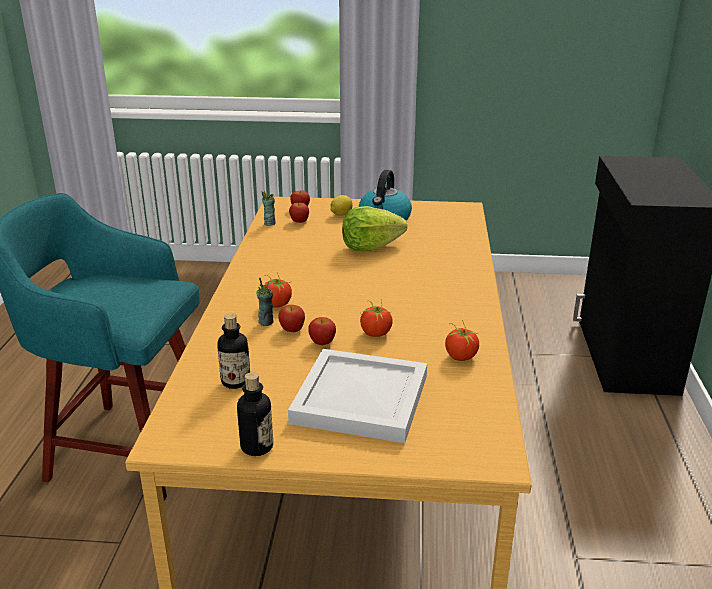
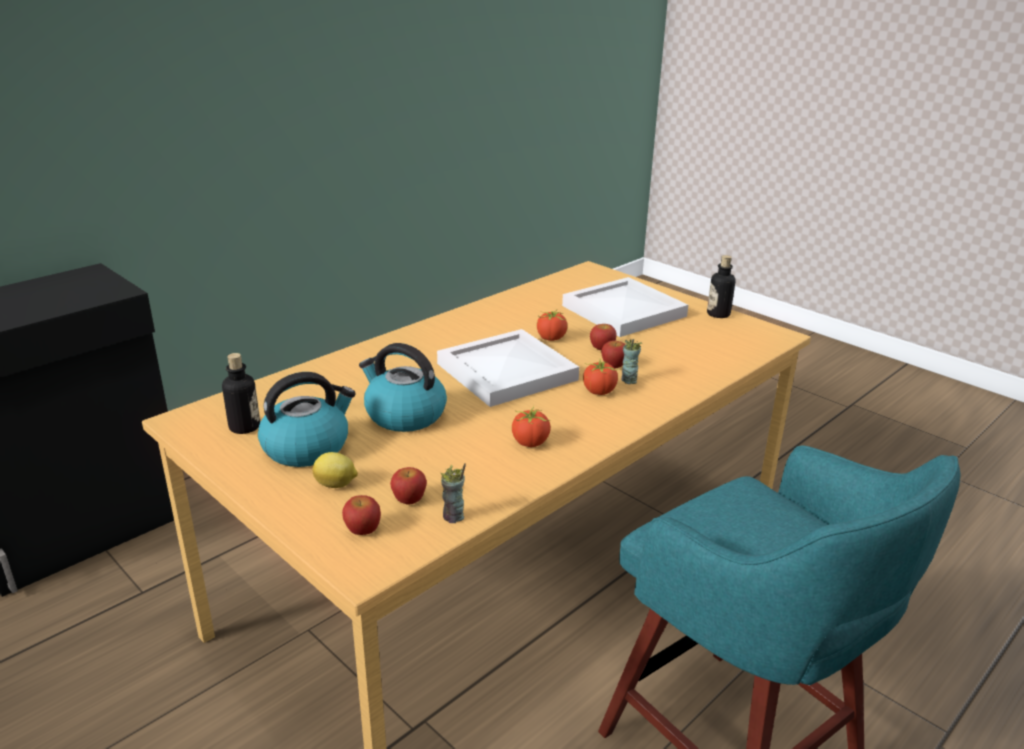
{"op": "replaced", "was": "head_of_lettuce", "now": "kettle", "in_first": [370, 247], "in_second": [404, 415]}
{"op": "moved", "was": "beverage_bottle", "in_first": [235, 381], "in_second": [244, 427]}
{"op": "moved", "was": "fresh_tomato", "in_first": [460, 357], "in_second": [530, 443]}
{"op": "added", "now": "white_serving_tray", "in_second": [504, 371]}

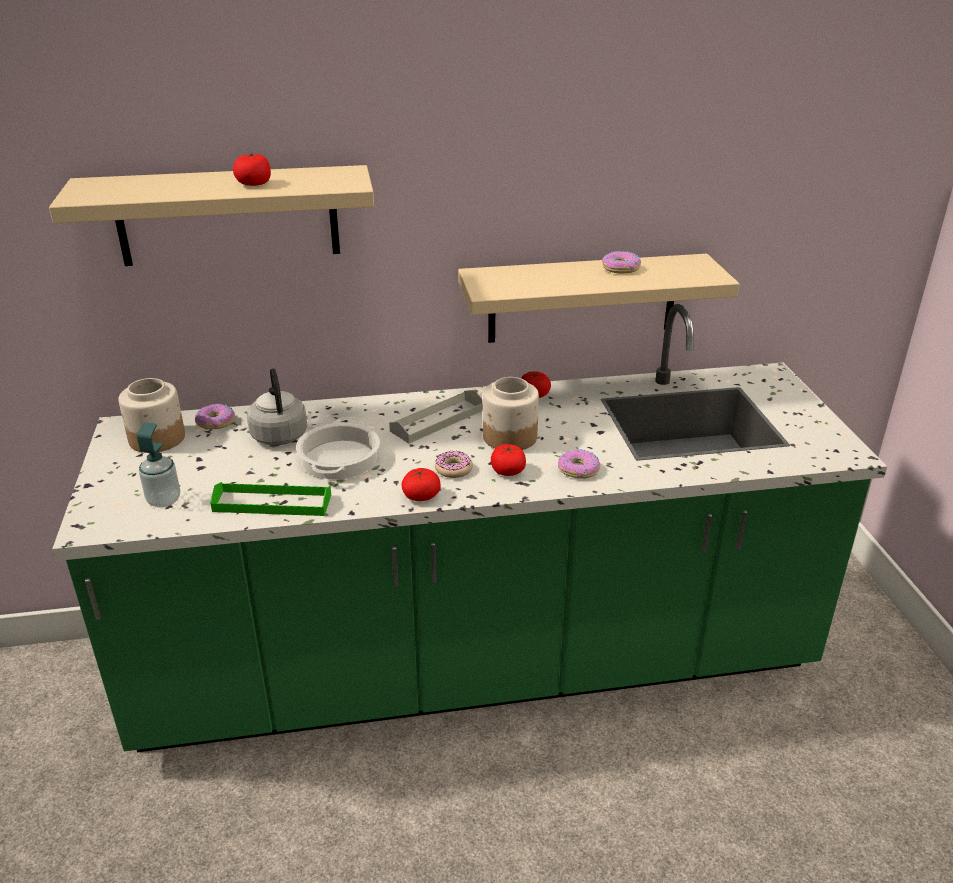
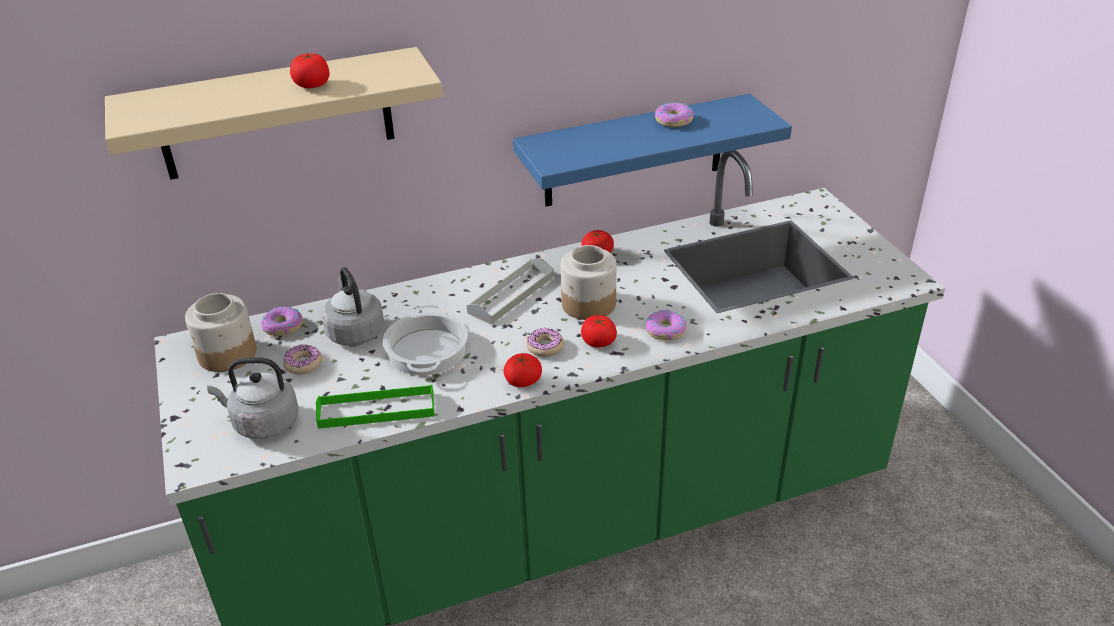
{"op": "recoloured", "was": "sand-coloured_shelf", "now": "blue-coloured_shelf", "in_first": [582, 298], "in_second": [634, 151]}
{"op": "replaced", "was": "soap_bottle", "now": "greyish_kettle", "in_first": [164, 500], "in_second": [263, 423]}
{"op": "added", "now": "donut", "in_second": [303, 364]}

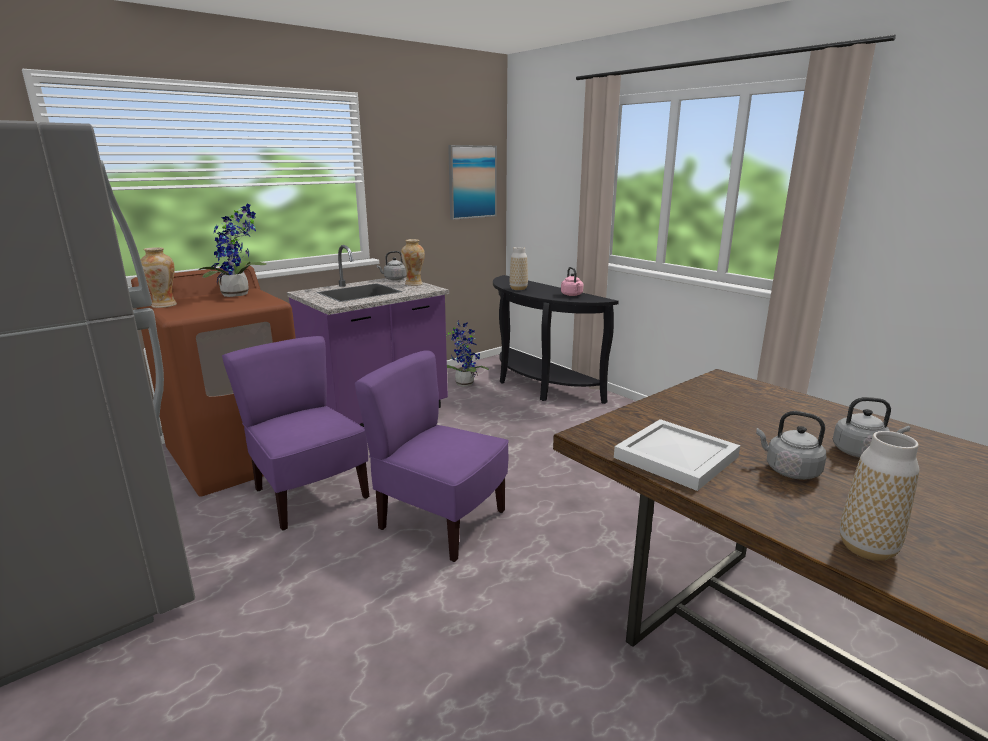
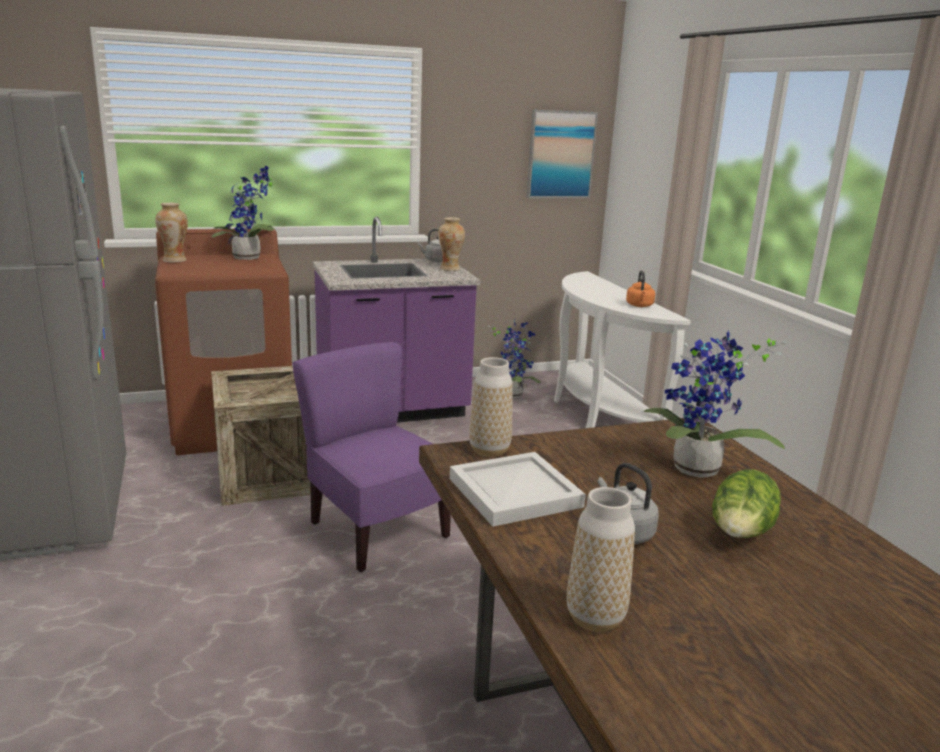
{"op": "moved", "was": "flower_vase", "in_first": [518, 289], "in_second": [489, 450]}
{"op": "recoloured", "was": "pink-coloured_kettle", "now": "orange-coloured_kettle", "in_first": [572, 295], "in_second": [639, 306]}
{"op": "recoloured", "was": "black_hall_table", "now": "white_hall_table", "in_first": [537, 386], "in_second": [596, 412]}
{"op": "replaced", "was": "purple-coloured_chair", "now": "crate", "in_first": [309, 495], "in_second": [270, 475]}
{"op": "replaced", "was": "greyish_kettle", "now": "head_of_lettuce", "in_first": [861, 452], "in_second": [740, 535]}
{"op": "added", "now": "plant_in_a_pot", "in_second": [695, 472]}

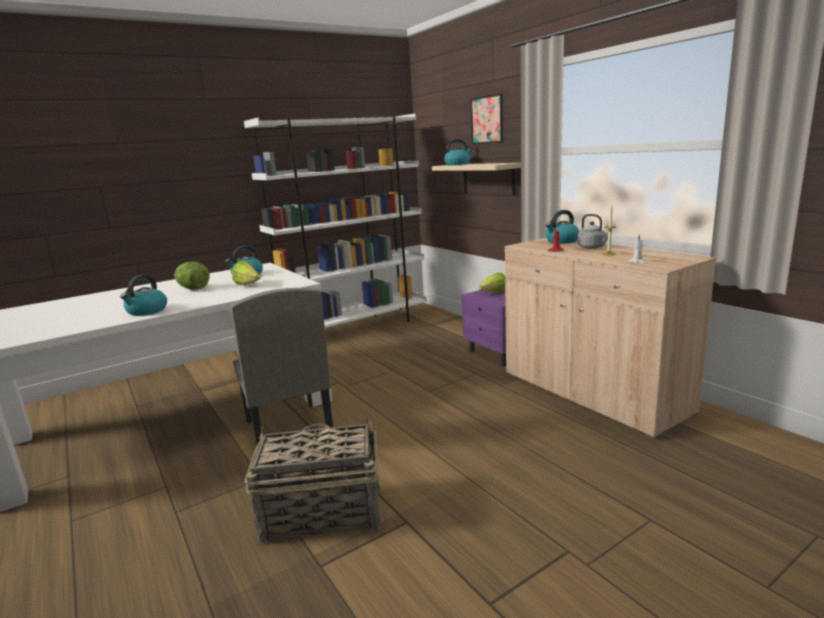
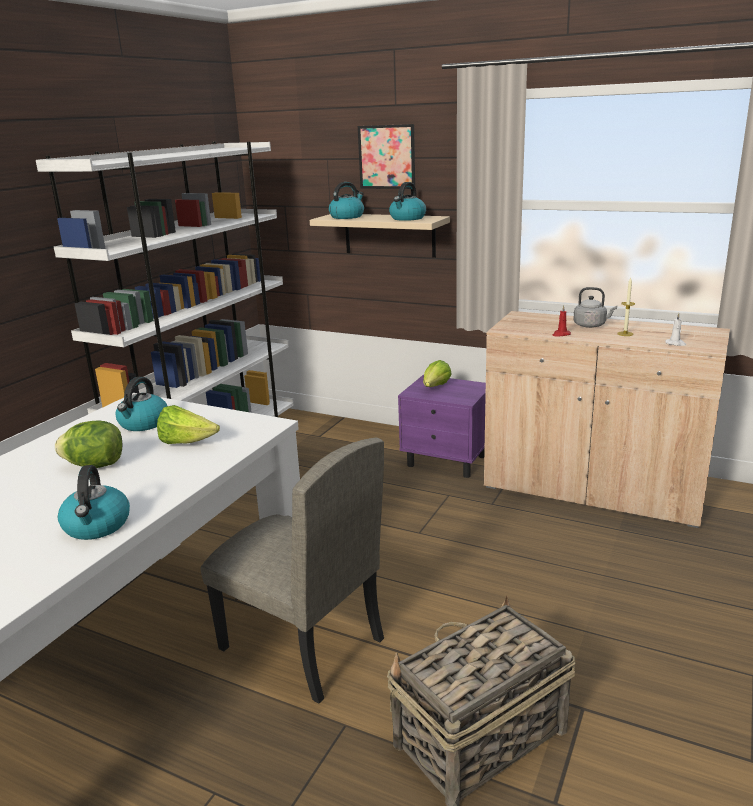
{"op": "moved", "was": "kettle", "in_first": [561, 241], "in_second": [407, 218]}

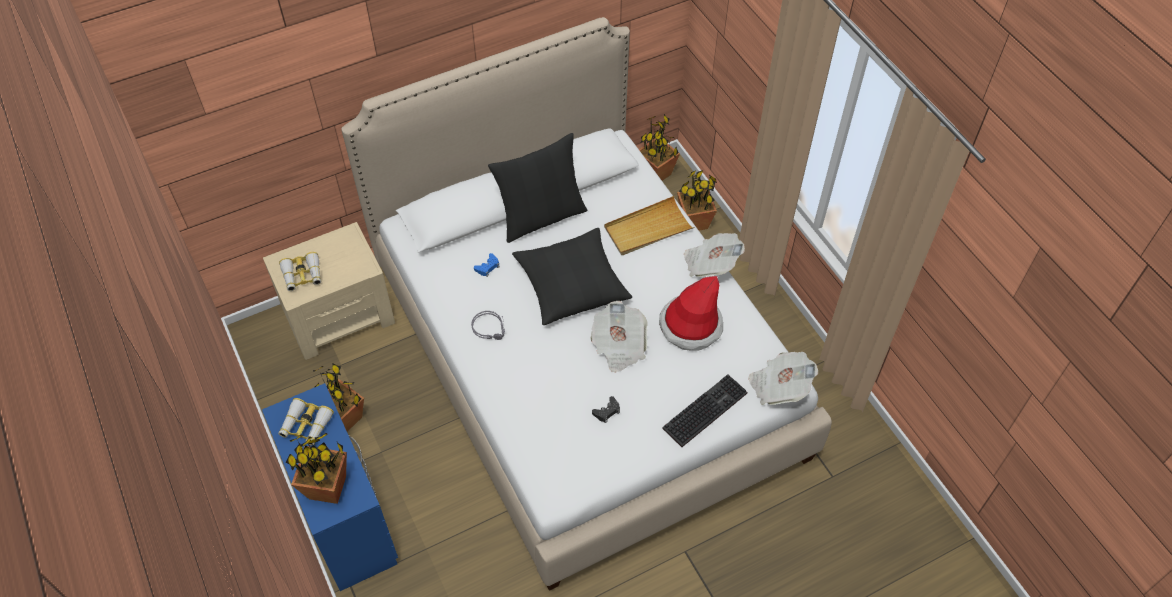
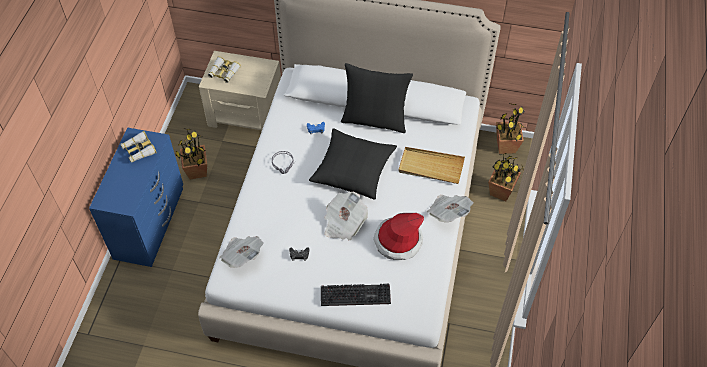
{"op": "moved", "was": "daily_paper", "in_first": [779, 386], "in_second": [242, 256]}
{"op": "removed", "was": "plant_in_a_pot", "in_first": [327, 487]}

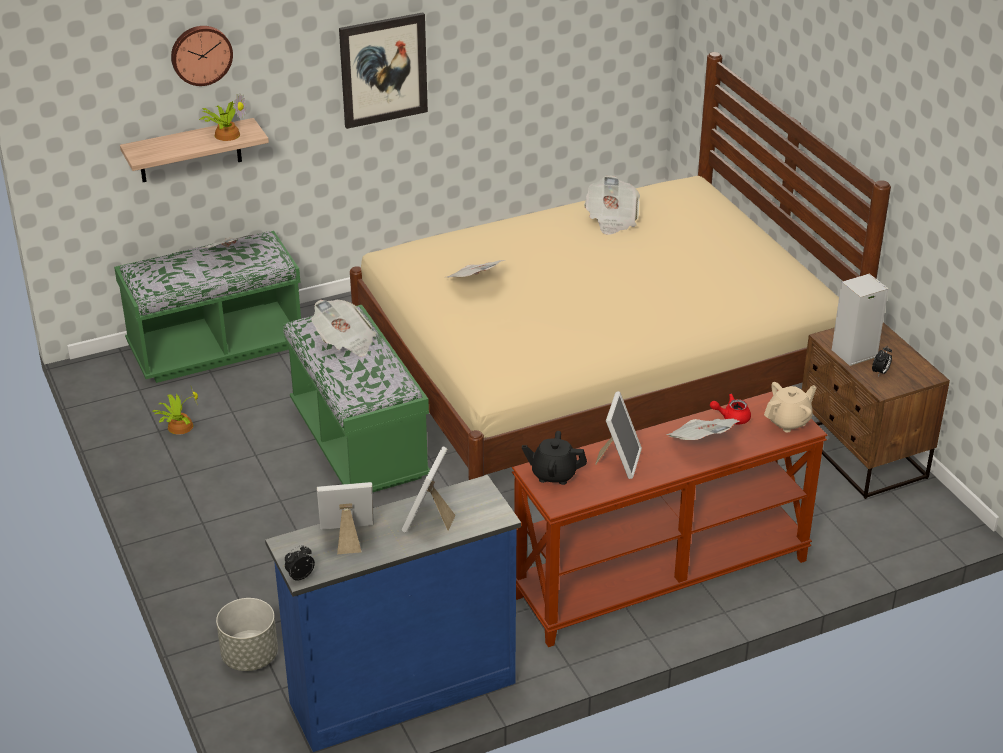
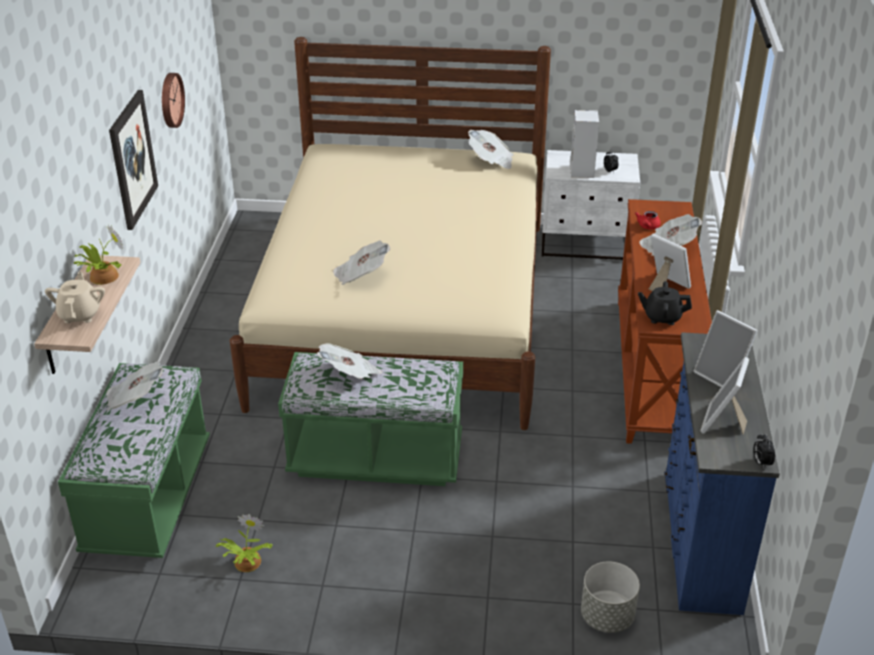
{"op": "moved", "was": "hanging_clock", "in_first": [201, 54], "in_second": [170, 100]}
{"op": "moved", "was": "daily_paper", "in_first": [611, 219], "in_second": [491, 161]}
{"op": "recoloured", "was": "brownish_nightstand", "now": "white_nightstand", "in_first": [861, 455], "in_second": [586, 244]}
{"op": "moved", "was": "sand-coloured_pot_for_tea", "in_first": [788, 421], "in_second": [80, 314]}
{"op": "turned", "was": "black_pot_for_tea", "in_first": [553, 474], "in_second": [662, 317], "clockwise": 60}

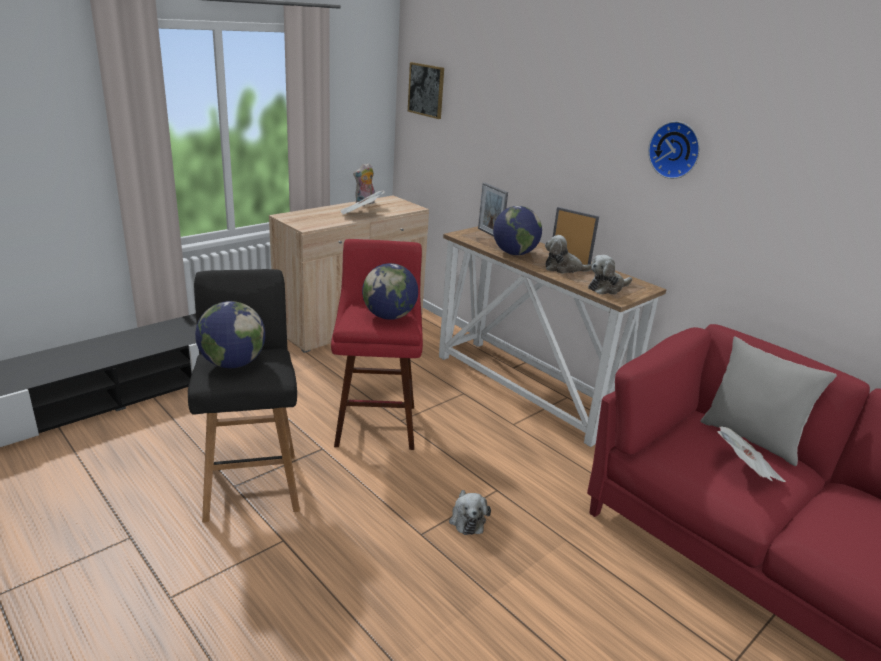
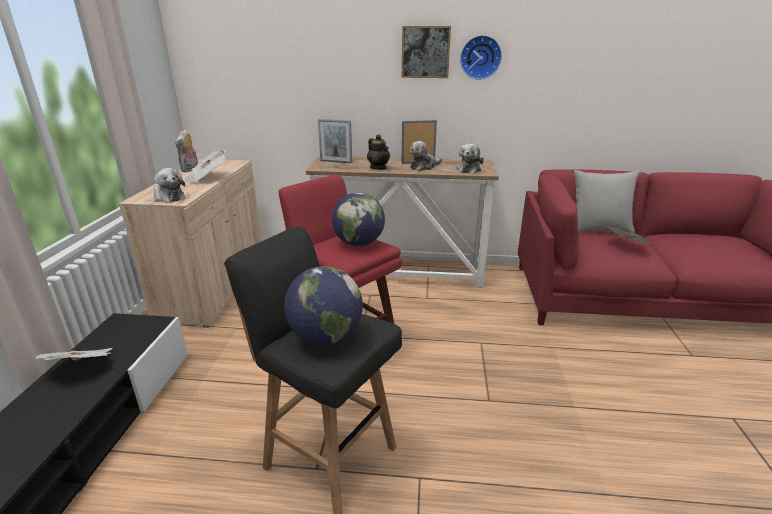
{"op": "moved", "was": "wall_picture", "in_first": [426, 90], "in_second": [425, 52]}
{"op": "replaced", "was": "globe", "now": "pot_for_tea", "in_first": [514, 253], "in_second": [378, 168]}
{"op": "moved", "was": "cuddly_toy", "in_first": [467, 519], "in_second": [168, 197]}
{"op": "added", "now": "daily_paper", "in_second": [83, 367]}

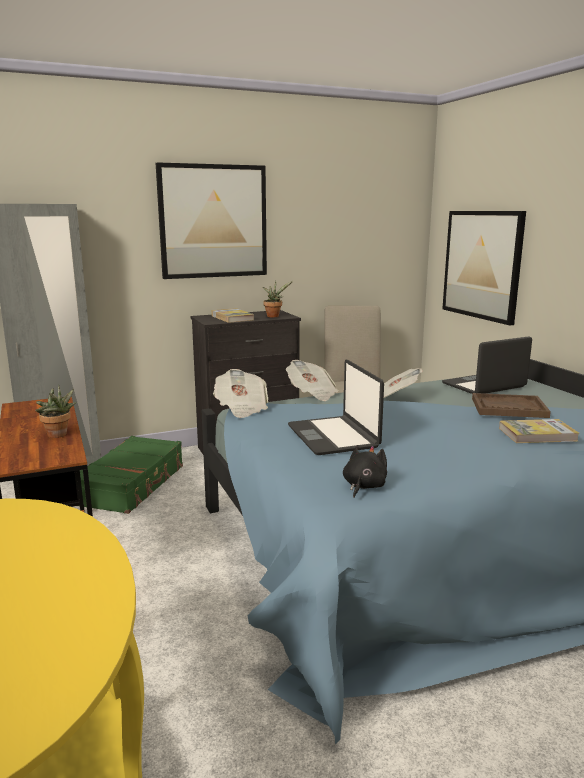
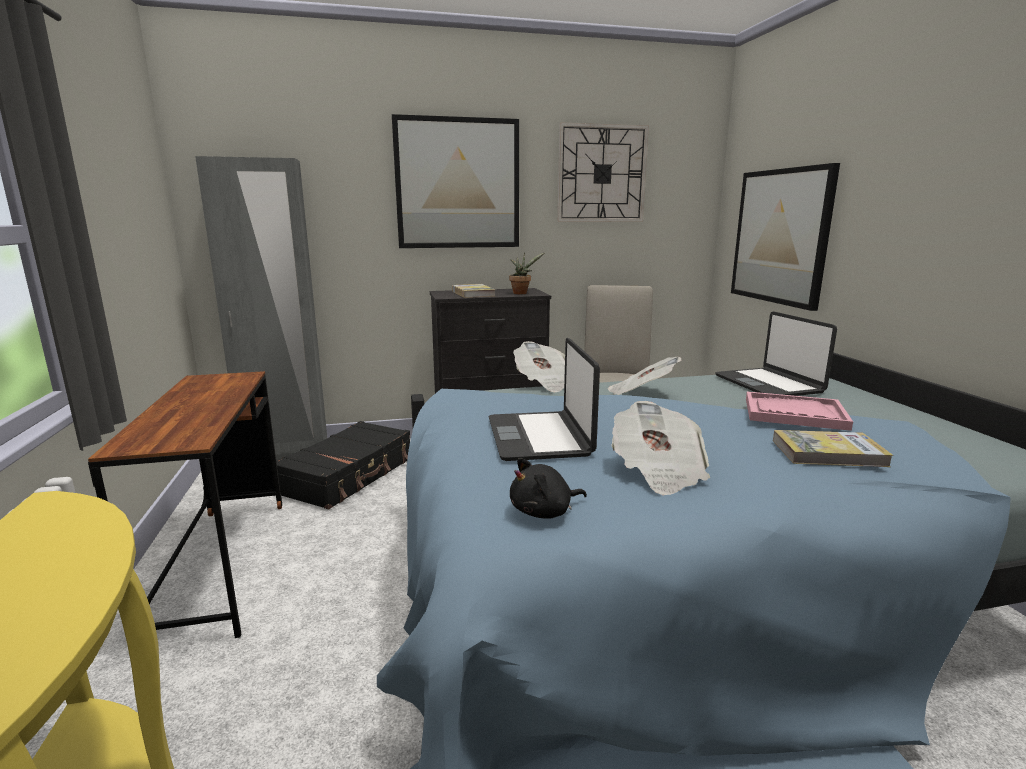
{"op": "turned", "was": "portable_computer", "in_first": [484, 386], "in_second": [769, 384], "clockwise": -90}
{"op": "moved", "was": "daily_paper", "in_first": [241, 408], "in_second": [658, 471]}
{"op": "removed", "was": "plant_in_a_pot", "in_first": [58, 435]}
{"op": "recoloured", "was": "brownish_serving_tray", "now": "pink-coloured_serving_tray", "in_first": [508, 408], "in_second": [794, 413]}
{"op": "recoloured", "was": "greenish_suitcase", "now": "black_suitcase", "in_first": [132, 485], "in_second": [349, 476]}
{"op": "turned", "was": "black_cuddly_toy", "in_first": [363, 486], "in_second": [544, 512], "clockwise": -150}
{"op": "added", "now": "hanging_clock", "in_second": [601, 174]}

